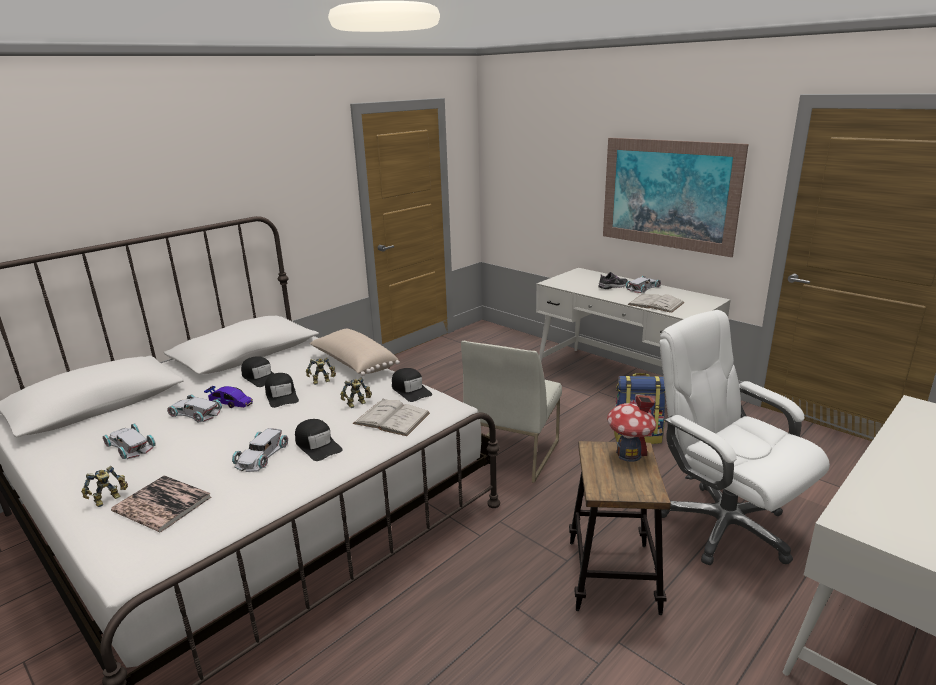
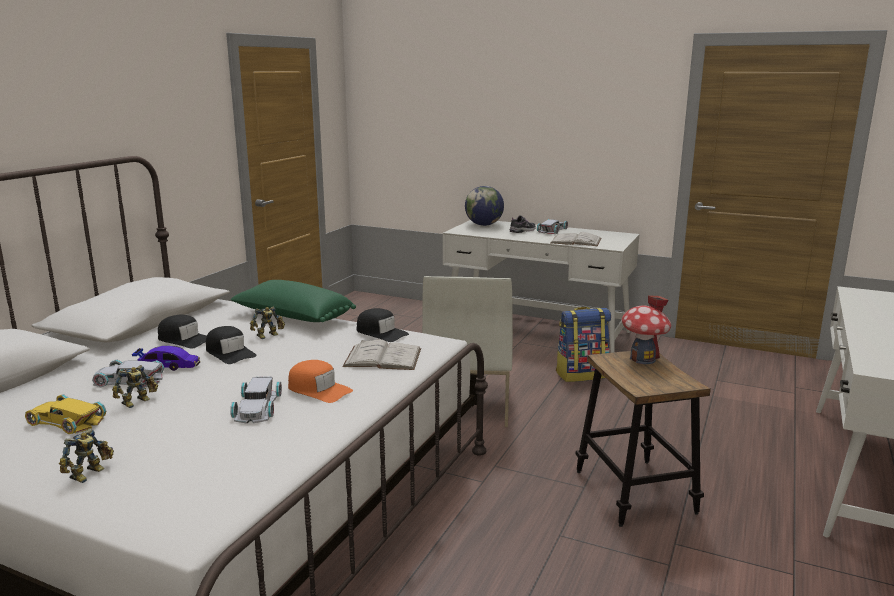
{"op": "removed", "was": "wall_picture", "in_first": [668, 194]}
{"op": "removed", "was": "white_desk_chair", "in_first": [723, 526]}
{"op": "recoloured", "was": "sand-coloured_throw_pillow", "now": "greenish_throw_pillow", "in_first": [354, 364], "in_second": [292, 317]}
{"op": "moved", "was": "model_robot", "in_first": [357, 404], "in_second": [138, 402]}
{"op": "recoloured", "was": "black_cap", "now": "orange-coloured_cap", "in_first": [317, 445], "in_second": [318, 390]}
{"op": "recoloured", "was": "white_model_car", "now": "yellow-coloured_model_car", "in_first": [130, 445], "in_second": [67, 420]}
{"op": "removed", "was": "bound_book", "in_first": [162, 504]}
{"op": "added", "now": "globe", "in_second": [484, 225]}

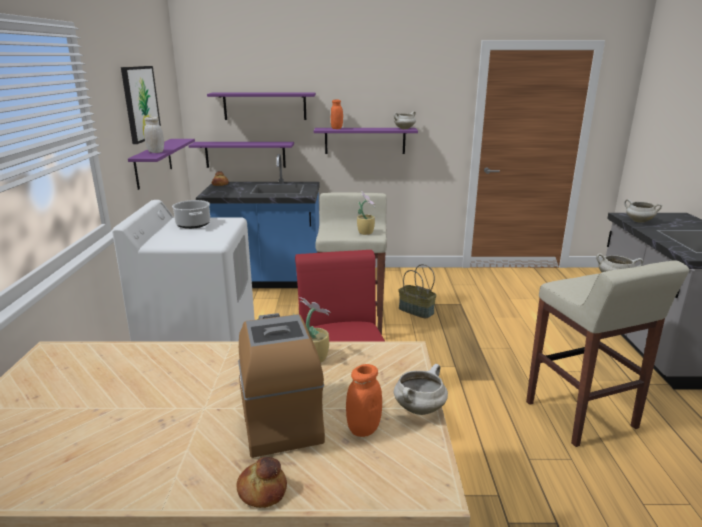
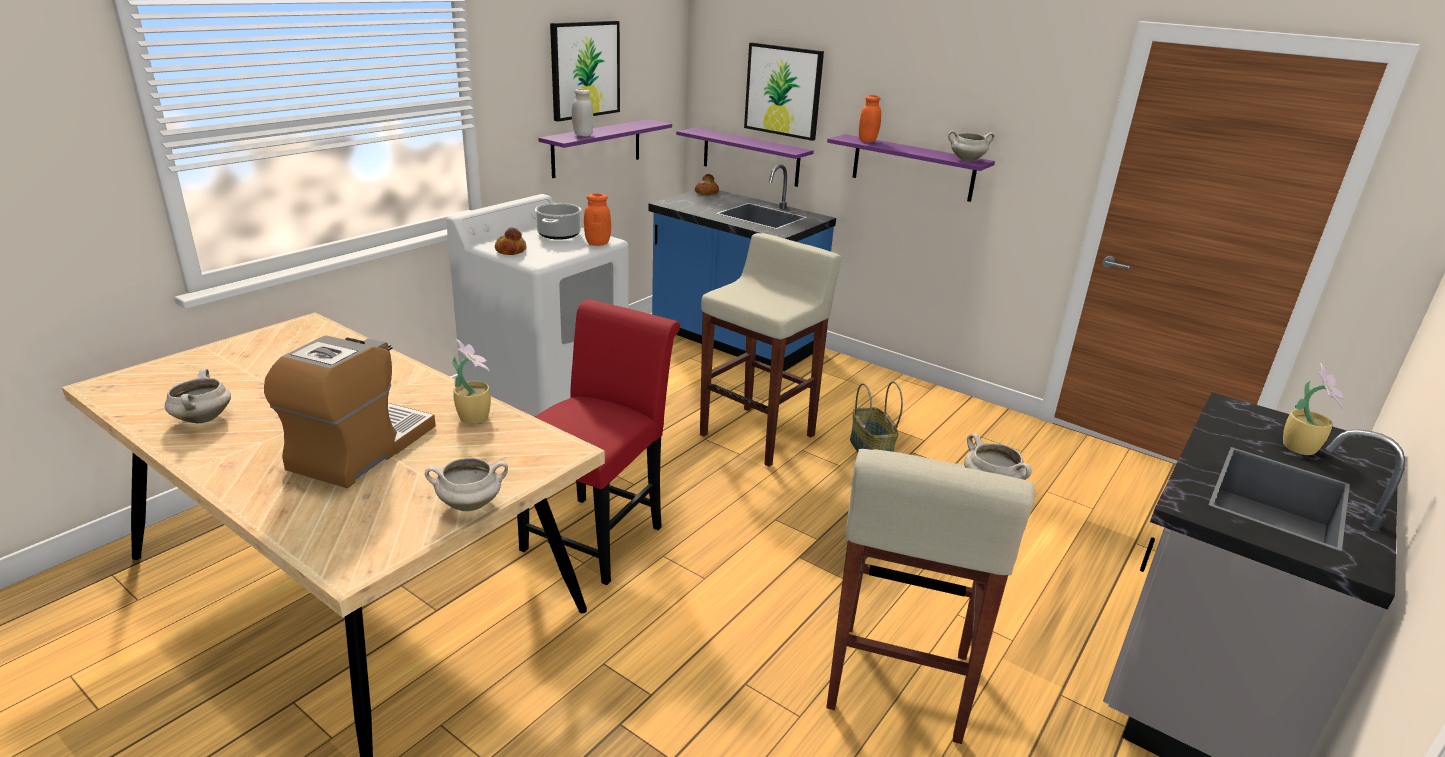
{"op": "replaced", "was": "purple-coloured_shelf", "now": "wall_picture", "in_first": [264, 106], "in_second": [783, 91]}
{"op": "moved", "was": "plant_in_a_pot", "in_first": [366, 232], "in_second": [1299, 448]}
{"op": "moved", "was": "white_saucepot", "in_first": [638, 221], "in_second": [202, 418]}
{"op": "moved", "was": "orange-coloured_preserve_jar", "in_first": [363, 428], "in_second": [597, 243]}
{"op": "moved", "was": "bread", "in_first": [261, 490], "in_second": [510, 250]}

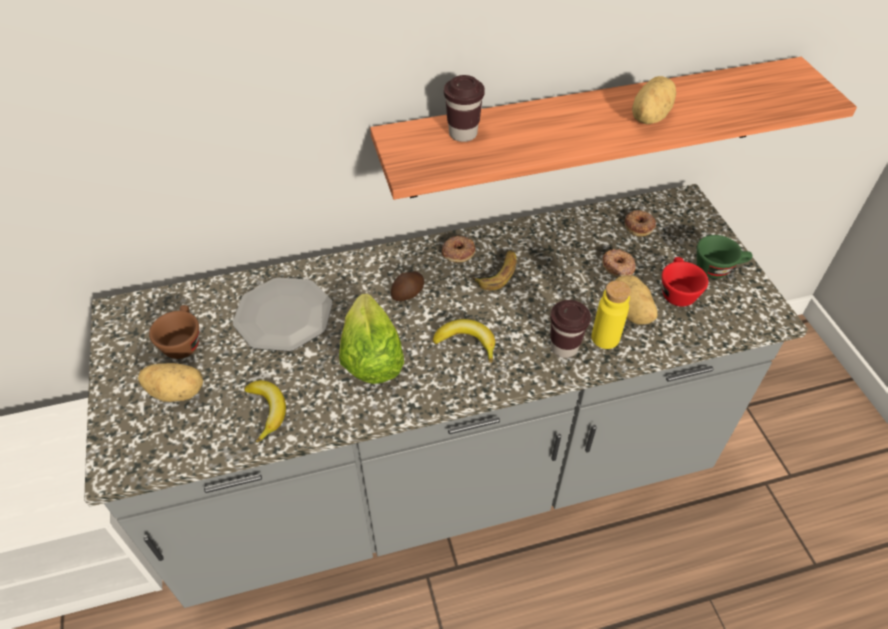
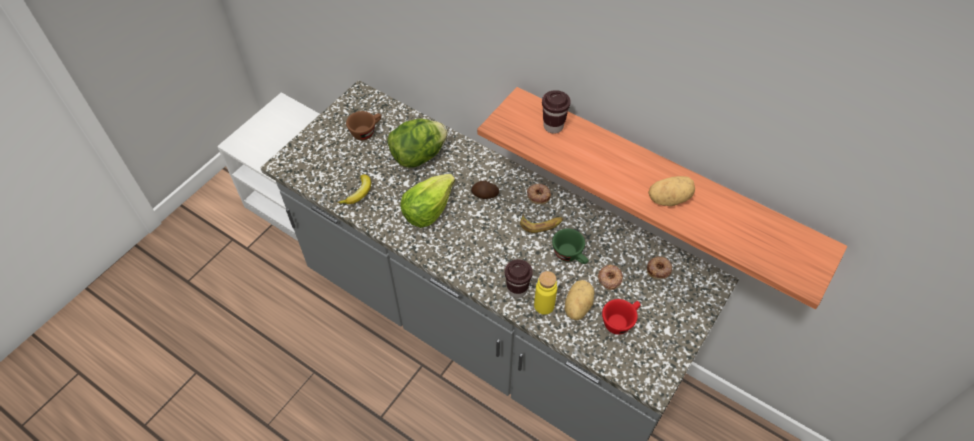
{"op": "moved", "was": "greenish_drinking_cup", "in_first": [718, 268], "in_second": [570, 255]}
{"op": "replaced", "was": "plate", "now": "head_of_lettuce", "in_first": [283, 316], "in_second": [418, 156]}
{"op": "removed", "was": "whole_banana", "in_first": [467, 342]}
{"op": "removed", "was": "spud", "in_first": [177, 391]}

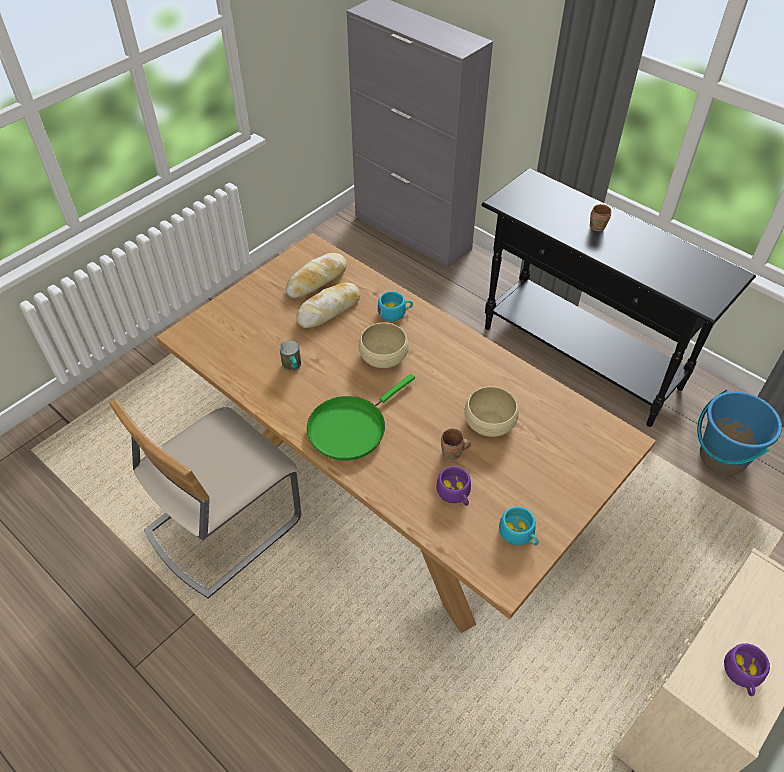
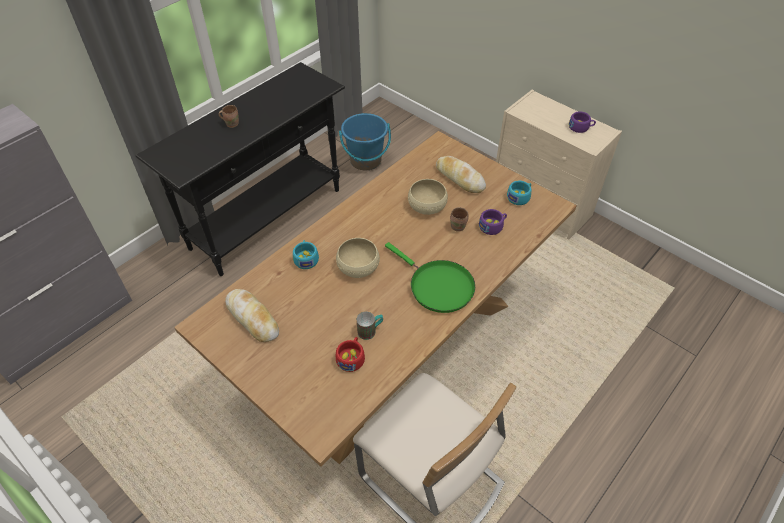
{"op": "moved", "was": "bread", "in_first": [329, 310], "in_second": [459, 178]}
{"op": "added", "now": "reddish_drinking_cup", "in_second": [351, 357]}

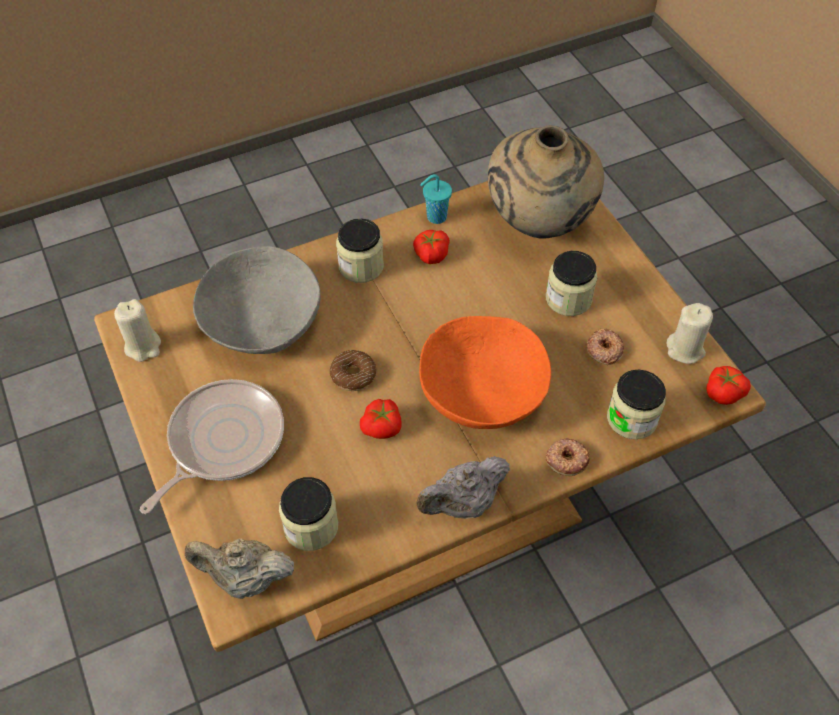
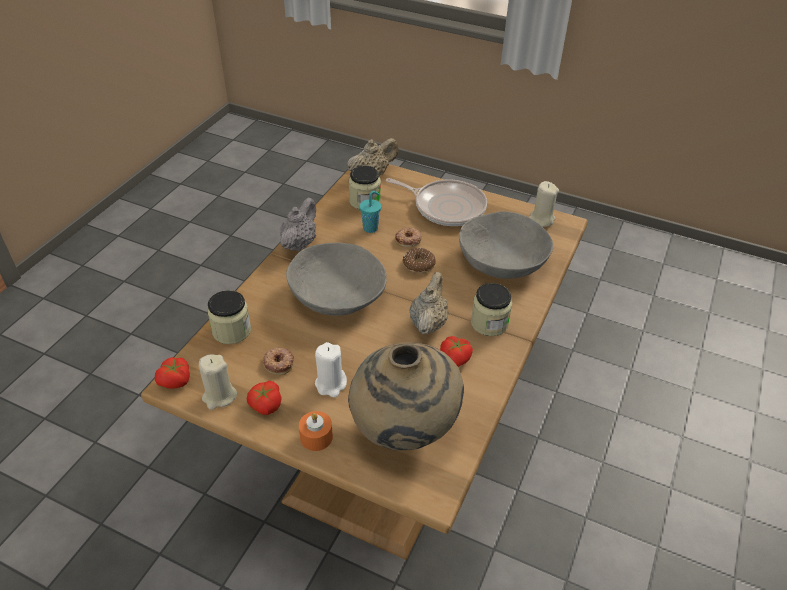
{"op": "moved", "was": "turquoise_drinking_cup", "in_first": [435, 217], "in_second": [371, 228]}
{"op": "replaced", "was": "preserve_jar", "now": "white_candle", "in_first": [568, 299], "in_second": [331, 384]}
{"op": "recoloured", "was": "orange-coloured_deep_dish", "now": "greyish_deep_dish", "in_first": [482, 391], "in_second": [337, 296]}
{"op": "turned", "was": "frying_pan", "in_first": [222, 441], "in_second": [446, 207], "clockwise": -60}
{"op": "moved", "was": "fresh_tomato", "in_first": [382, 427], "in_second": [265, 405]}
{"op": "moved", "was": "donut", "in_first": [567, 459], "in_second": [408, 240]}
{"op": "added", "now": "sand-coloured_pot_for_tea", "in_second": [428, 322]}
{"op": "added", "now": "orange-coloured_candle", "in_second": [316, 437]}

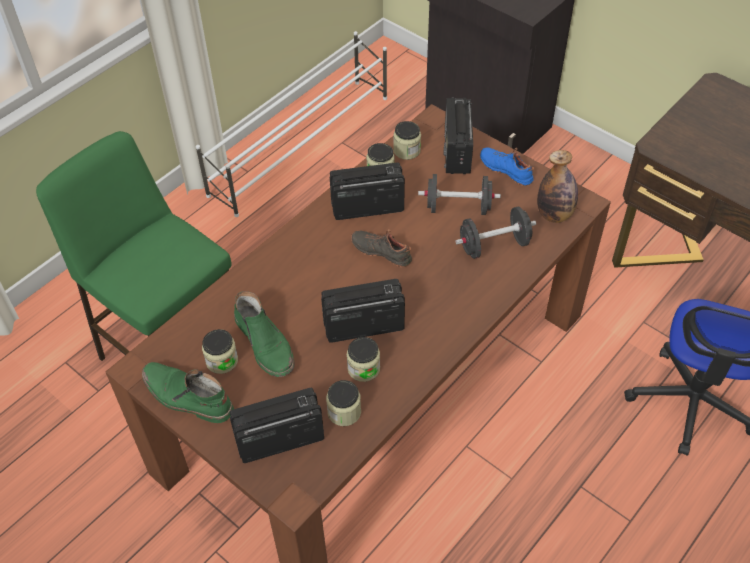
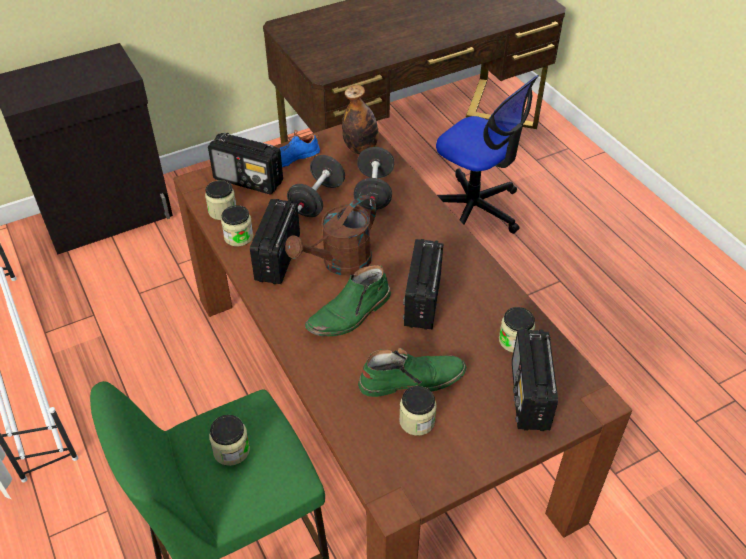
{"op": "replaced", "was": "black_item_of_footwear", "now": "brownish_watering_can", "in_first": [382, 251], "in_second": [339, 263]}
{"op": "moved", "was": "preserve_jar", "in_first": [363, 368], "in_second": [231, 450]}
{"op": "moved", "was": "greenish_high-top_boot", "in_first": [187, 397], "in_second": [350, 314]}

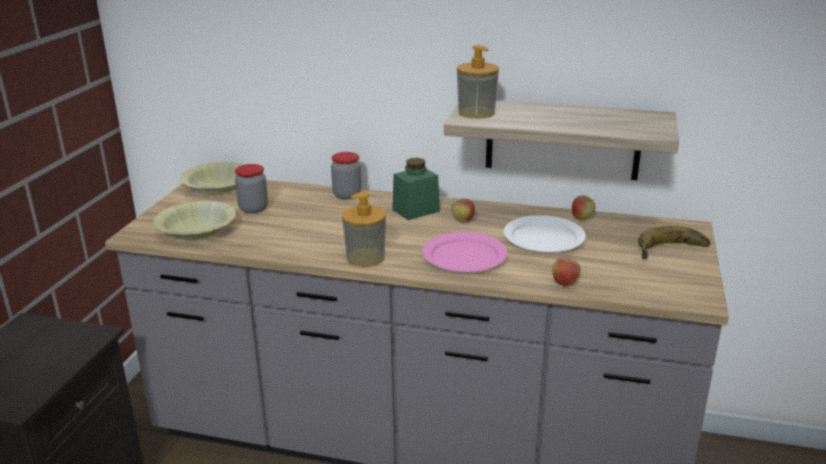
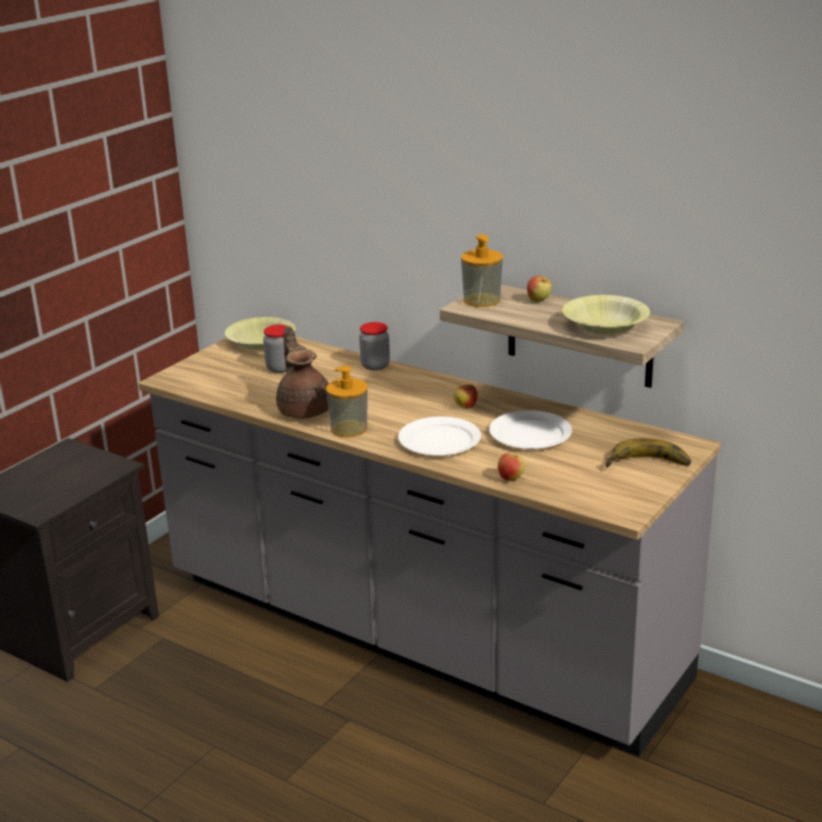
{"op": "removed", "was": "greenish_preserve_jar", "in_first": [416, 210]}
{"op": "moved", "was": "apple", "in_first": [582, 219], "in_second": [539, 301]}
{"op": "moved", "was": "yellow-coloured_deep_dish", "in_first": [197, 230], "in_second": [605, 326]}
{"op": "recoloured", "was": "pink-coloured_plate", "now": "white_plate", "in_first": [464, 256], "in_second": [439, 440]}
{"op": "added", "now": "brownish_pot_for_tea", "in_second": [305, 409]}

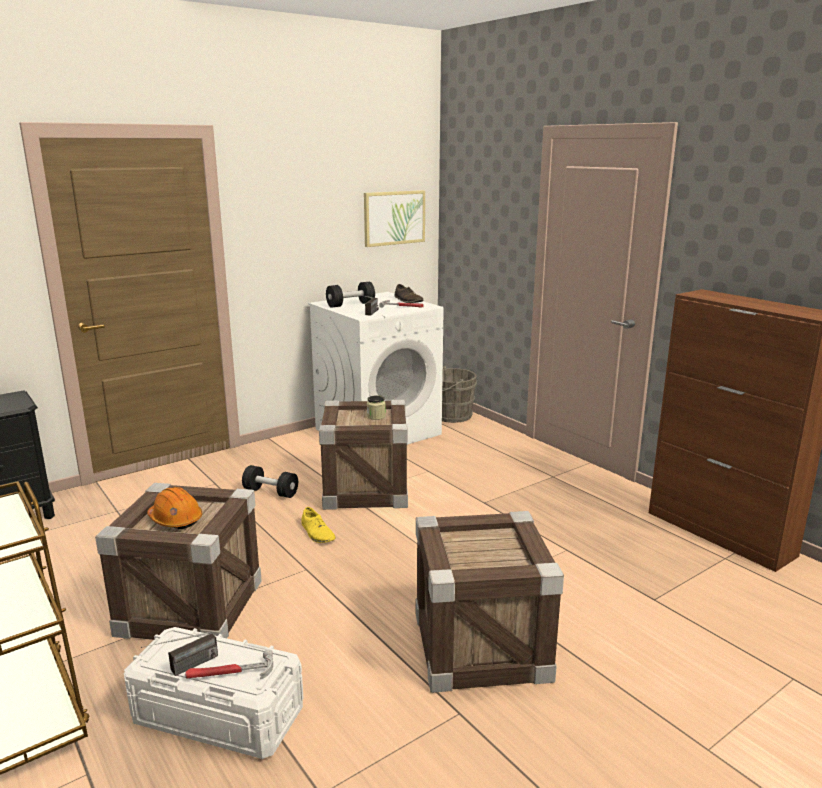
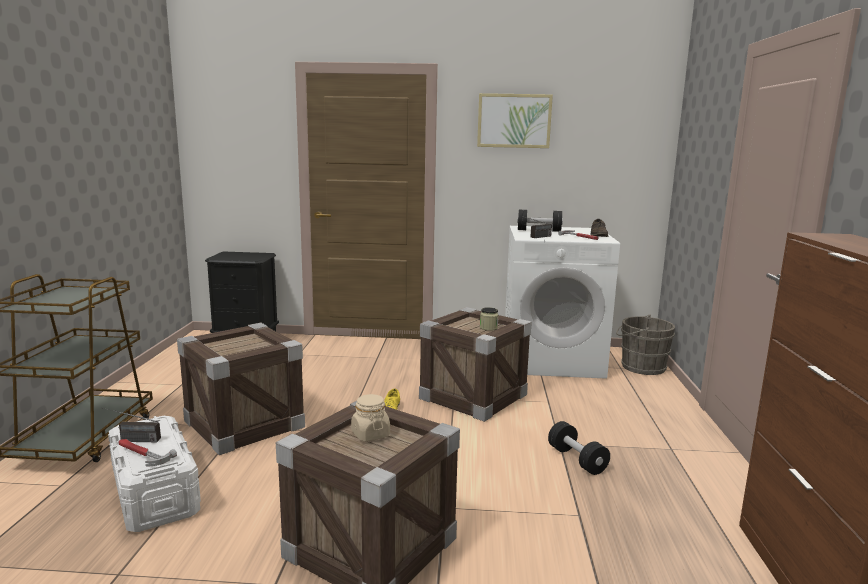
{"op": "moved", "was": "wall_picture", "in_first": [394, 218], "in_second": [514, 121]}
{"op": "moved", "was": "black_free_weight", "in_first": [271, 492], "in_second": [577, 460]}
{"op": "removed", "was": "orange-coloured_work_helmet", "in_first": [175, 519]}
{"op": "added", "now": "sand-coloured_preserve_jar", "in_second": [370, 434]}

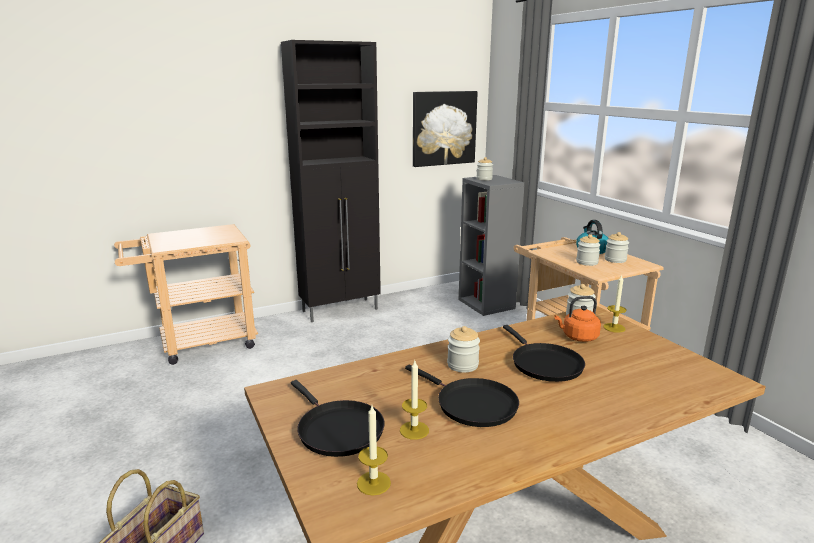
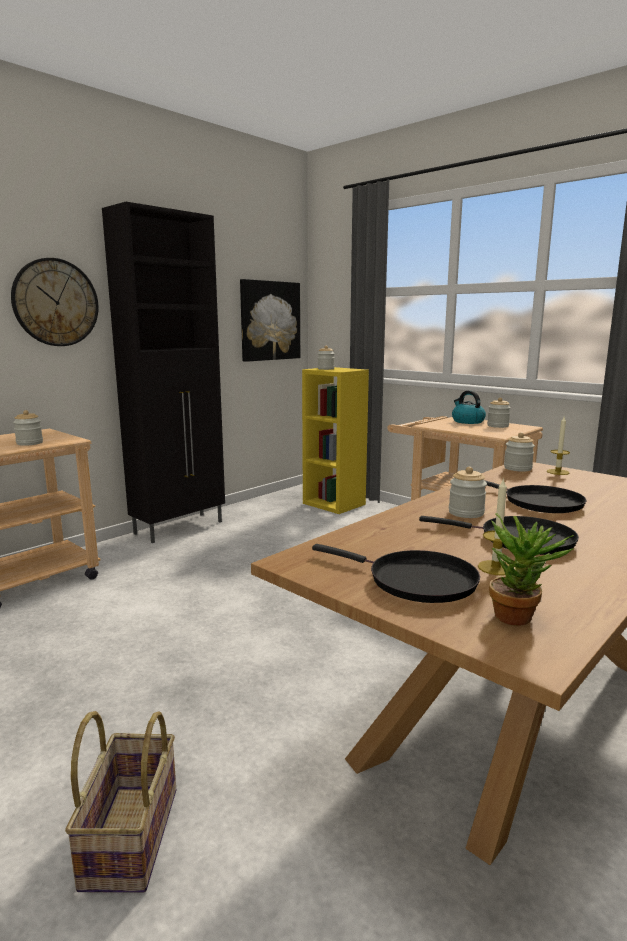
{"op": "recoloured", "was": "greyish_bookshelf", "now": "yellow-coloured_bookshelf", "in_first": [487, 304], "in_second": [334, 504]}
{"op": "moved", "was": "preserve_jar", "in_first": [587, 262], "in_second": [29, 443]}
{"op": "removed", "was": "orange-coloured_kettle", "in_first": [578, 337]}
{"op": "replaced", "was": "candle", "now": "plant_in_a_pot", "in_first": [373, 483], "in_second": [520, 617]}
{"op": "added", "now": "hanging_clock", "in_second": [55, 302]}

